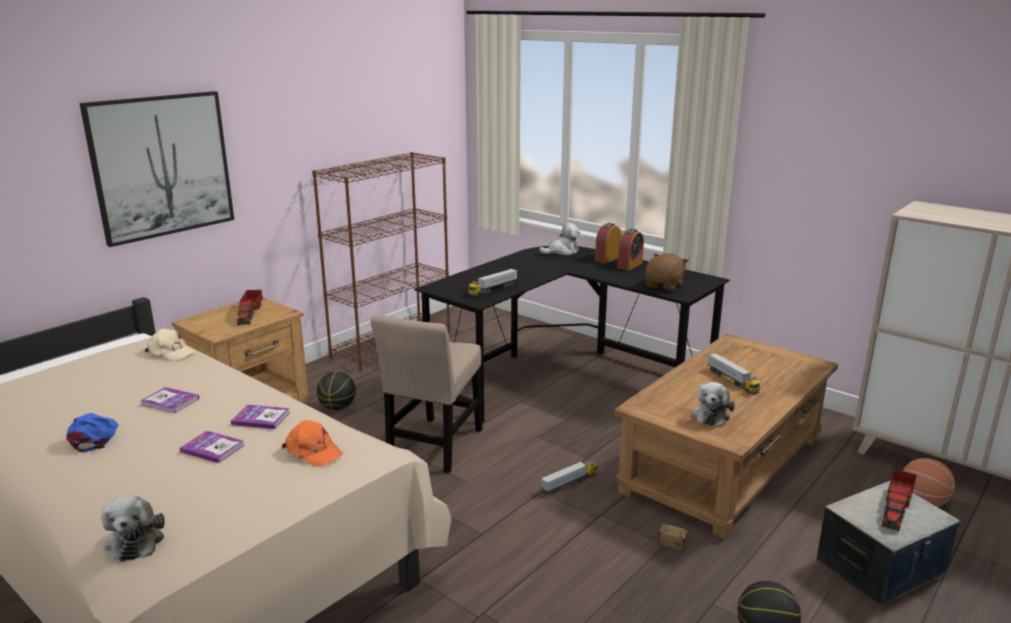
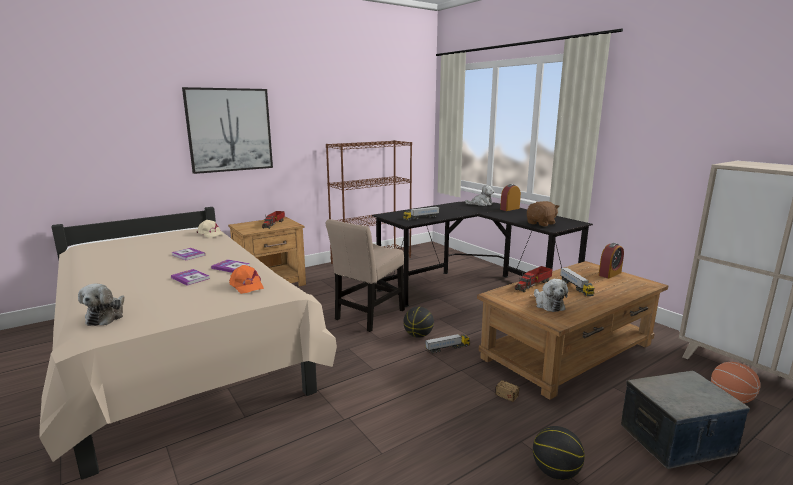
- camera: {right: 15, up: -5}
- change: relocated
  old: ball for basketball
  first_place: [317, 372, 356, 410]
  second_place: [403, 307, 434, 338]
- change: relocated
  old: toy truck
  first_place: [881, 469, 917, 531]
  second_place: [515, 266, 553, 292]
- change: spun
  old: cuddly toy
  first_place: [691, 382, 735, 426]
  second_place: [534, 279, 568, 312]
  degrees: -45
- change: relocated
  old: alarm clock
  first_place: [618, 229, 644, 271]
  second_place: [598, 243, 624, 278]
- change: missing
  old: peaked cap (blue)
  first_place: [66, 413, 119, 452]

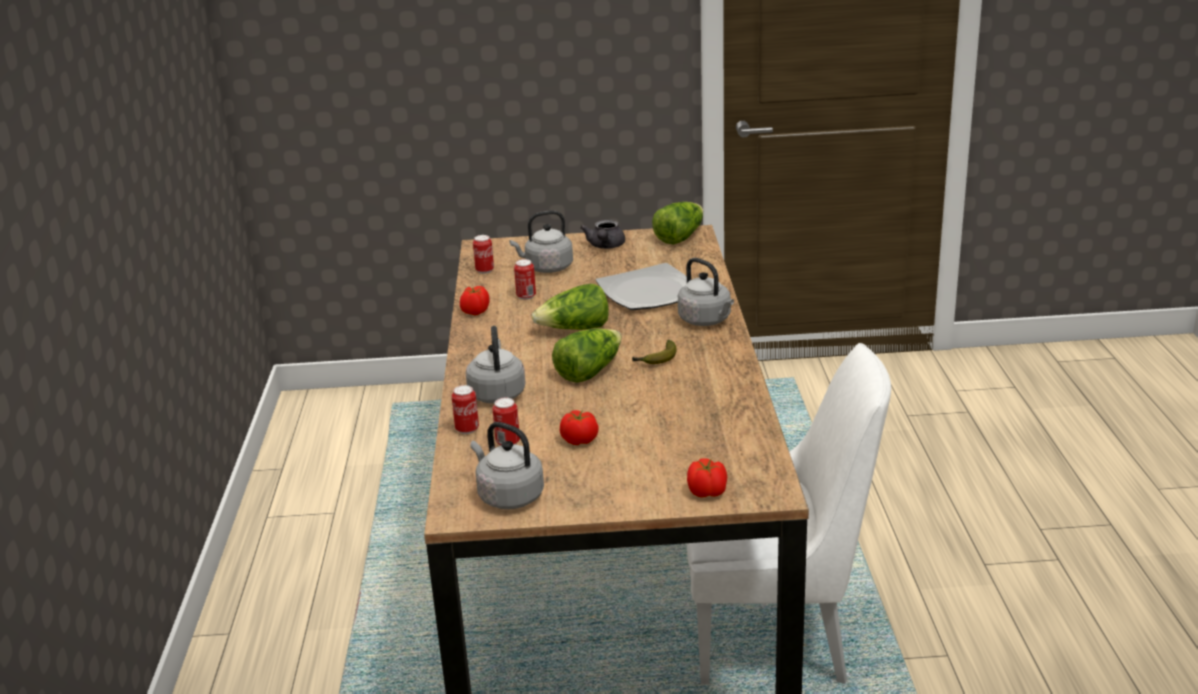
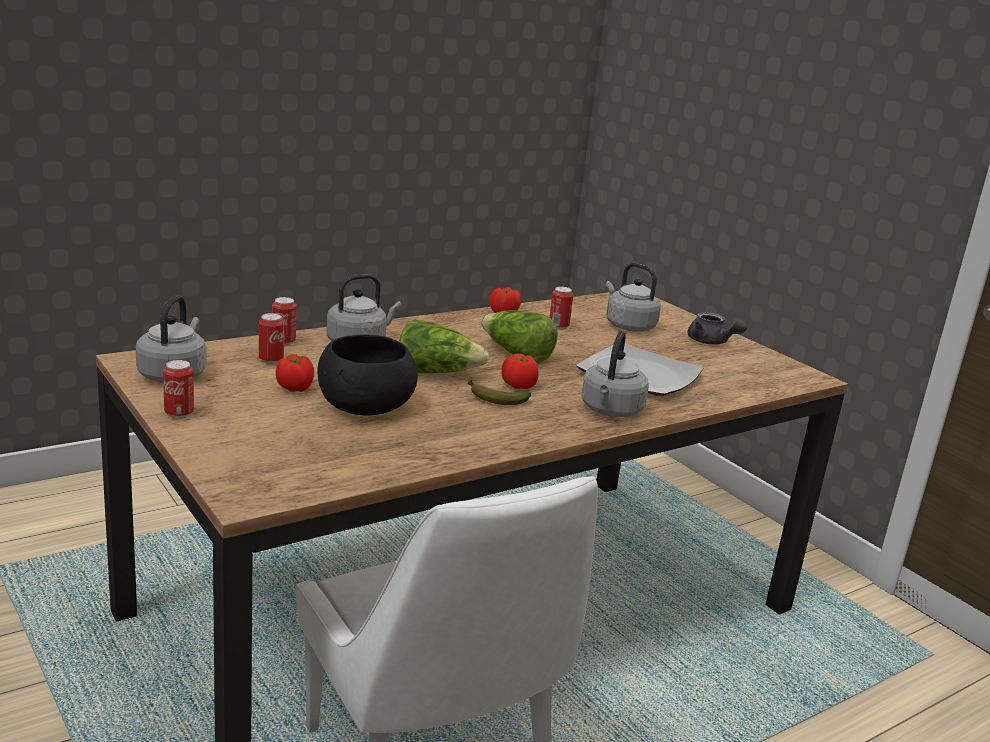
- camera: {right: 55, up: -5}
- change: relocated
  old: sealed can
  first_place: [473, 235, 494, 274]
  second_place: [163, 360, 194, 419]
- change: appeared
  new: serving bowl (blackish)
  second_place: [317, 335, 418, 416]
- change: relocated
  old: whole tomato
  first_place: [687, 458, 727, 497]
  second_place: [501, 353, 539, 389]
- change: spun
  old: teapot (gray)
  first_place: [580, 220, 625, 249]
  second_place: [687, 312, 748, 345]
  degrees: -105
- change: missing
  old: lettuce
  first_place: [652, 202, 703, 244]

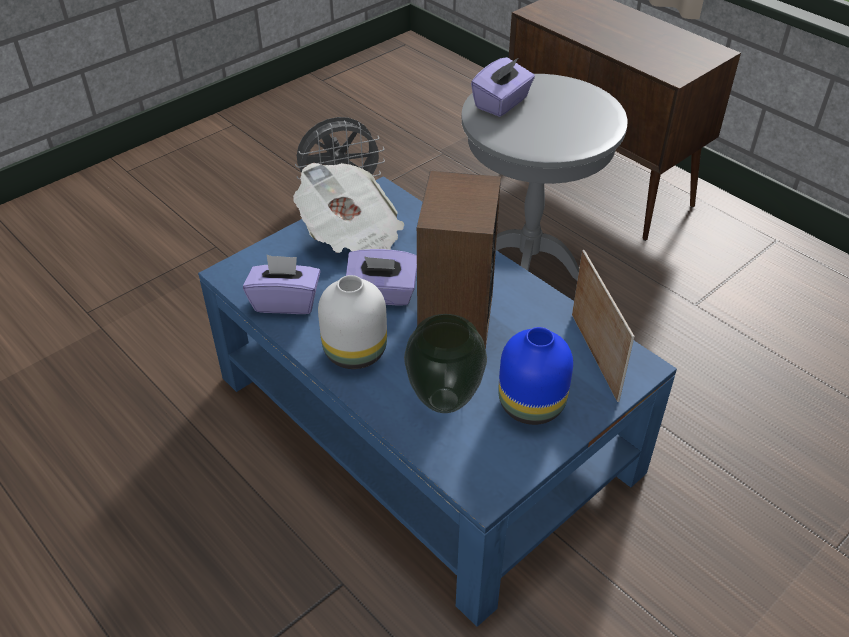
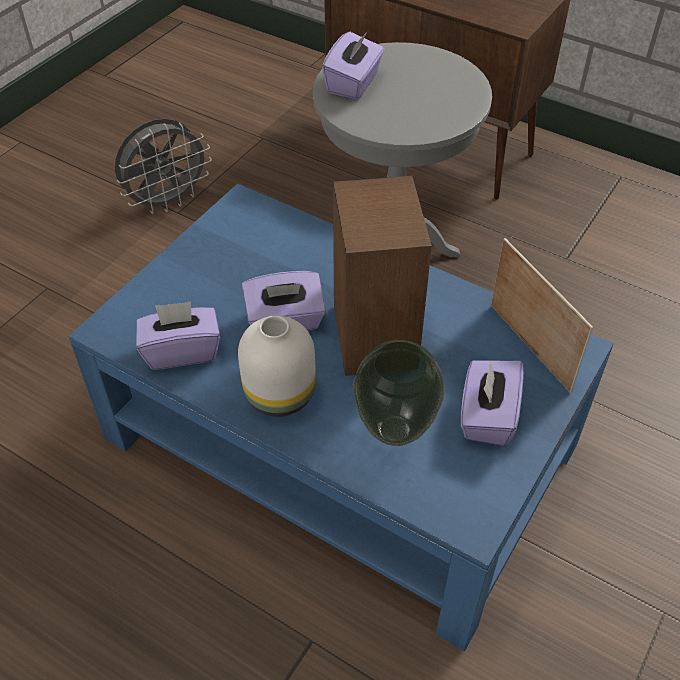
- camera: {right: -15, up: 5}
- change: exchanged
  old: flower vase (blue)
  new: tissue box (purple-coloured)
  first_place: [498, 327, 573, 425]
  second_place: [461, 360, 524, 446]
- change: missing
  old: newspaper
  first_place: [293, 163, 405, 253]

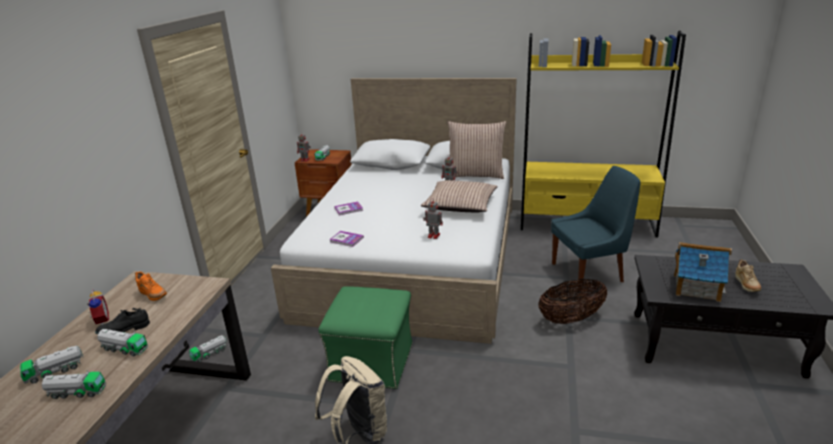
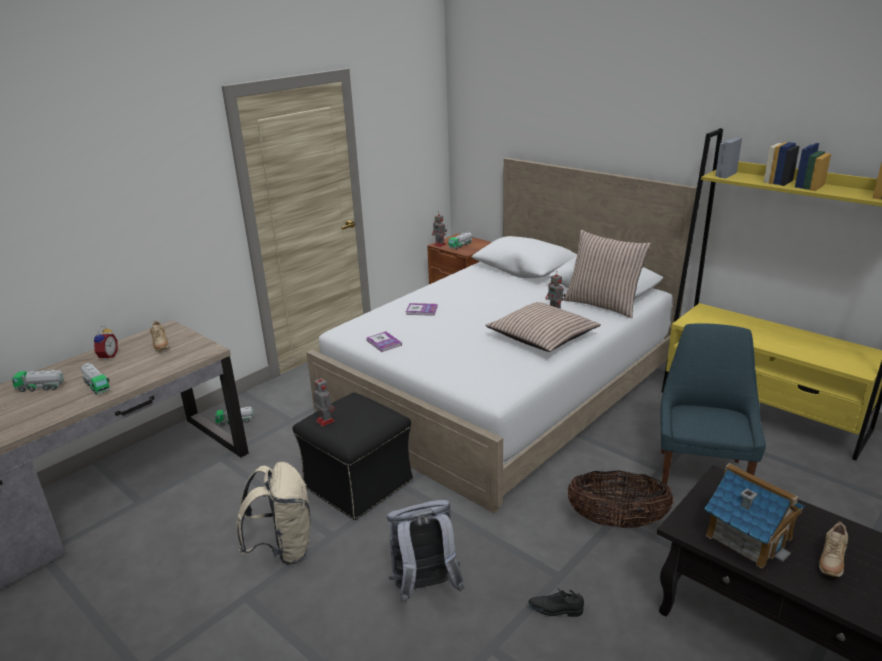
- camera: {right: 30, up: 0}
- change: colour
  old: low shoe (orange-coloured)
  new: low shoe (beige-coloured)
  first_place: [135, 272, 167, 301]
  second_place: [150, 321, 170, 352]
- change: colour
  old: ottoman (green)
  new: ottoman (blackish)
  first_place: [318, 286, 413, 389]
  second_place: [293, 392, 413, 520]
- change: relocated
  old: toy robot
  first_place: [423, 199, 443, 239]
  second_place: [313, 377, 335, 427]
- change: appeared
  new: rucksack (gray)
  second_place: [387, 500, 464, 603]
- change: relocated
  old: low shoe (blackish)
  first_place: [95, 308, 150, 334]
  second_place: [528, 588, 584, 617]
- change: spun
  old: plain chair (blue)
  first_place: [551, 166, 641, 284]
  second_place: [660, 323, 766, 484]
  degrees: -90
- change: missing
  old: toy truck
  first_place: [42, 370, 106, 399]

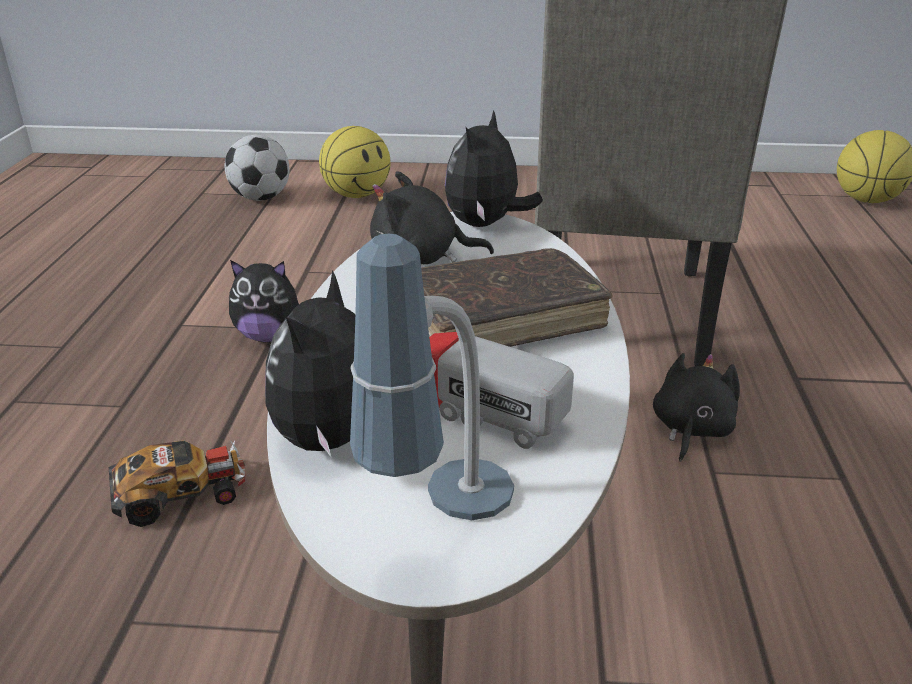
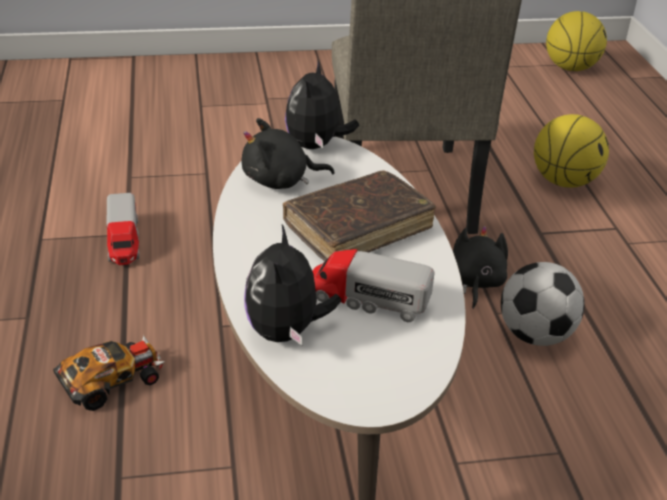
- camera: {right: -15, up: 5}
- change: exchanged
  old: cuddly toy
  new: toy truck
  first_place: [229, 260, 299, 342]
  second_place: [107, 193, 139, 265]
- change: relocated
  old: football
  first_place: [225, 134, 290, 201]
  second_place: [501, 262, 584, 346]
- change: relocated
  old: ball for basketball
  first_place: [319, 126, 391, 198]
  second_place: [534, 114, 609, 188]
- change: missing
  old: table lamp
  first_place: [350, 234, 514, 520]

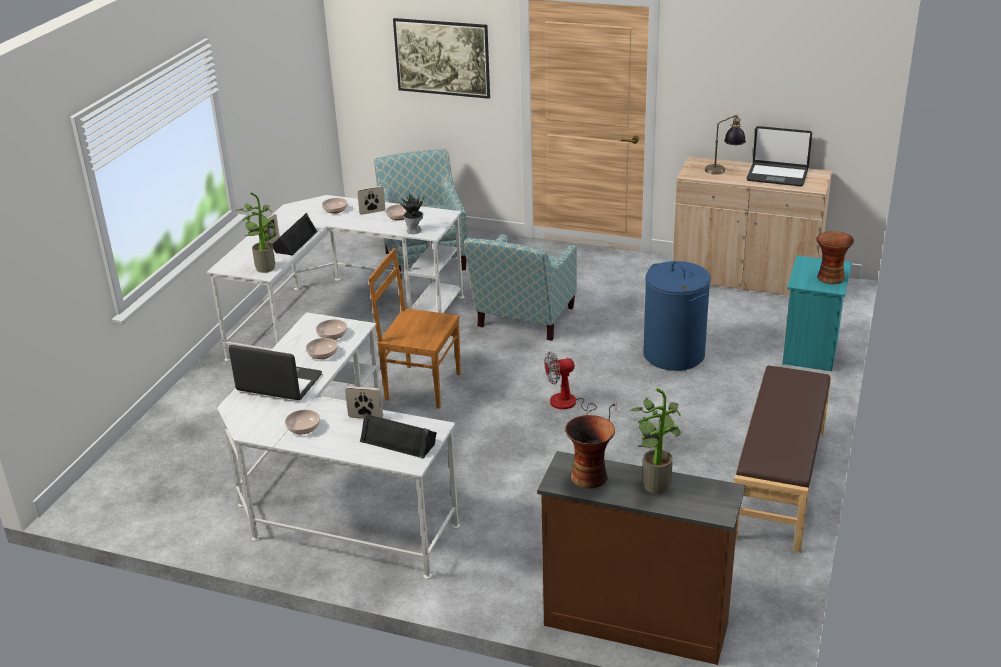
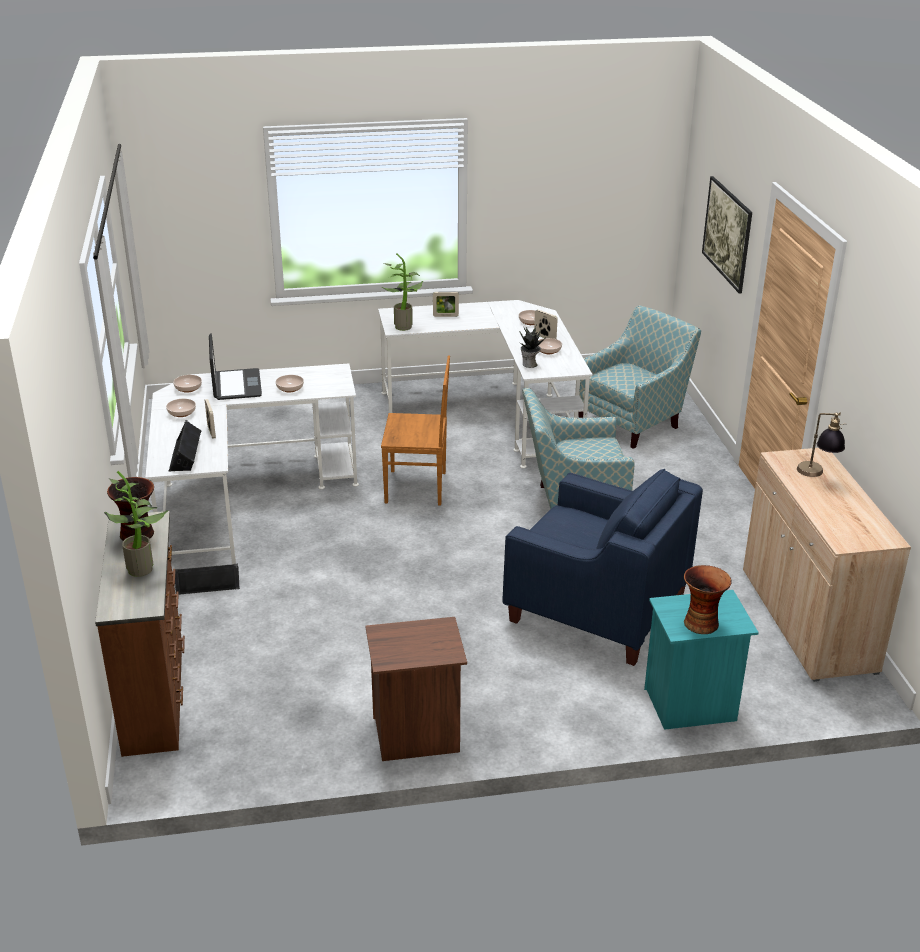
- camera: {right: 60, up: 0}
- change: relocated
  old: serving bowl
  first_place: [316, 319, 347, 340]
  second_place: [173, 375, 202, 393]
- change: relocated
  old: speaker (blackish)
  first_place: [272, 213, 318, 256]
  second_place: [175, 564, 240, 595]
- change: exchanged
  old: bench (brownish)
  new: night table (brownish)
  first_place: [734, 366, 831, 552]
  second_place: [365, 617, 467, 761]
- change: spun
  old: plain chair (brownish)
  first_place: [368, 248, 461, 409]
  second_place: [381, 356, 450, 505]
  degrees: 105
- change: exchanged
  old: hamper (blue)
  new: easy chair (blue)
  first_place: [643, 261, 711, 371]
  second_place: [502, 469, 703, 666]
- change: missing
  old: electric fan
  first_place: [544, 352, 616, 420]
- change: missing
  old: portable computer
  first_place: [747, 126, 812, 186]

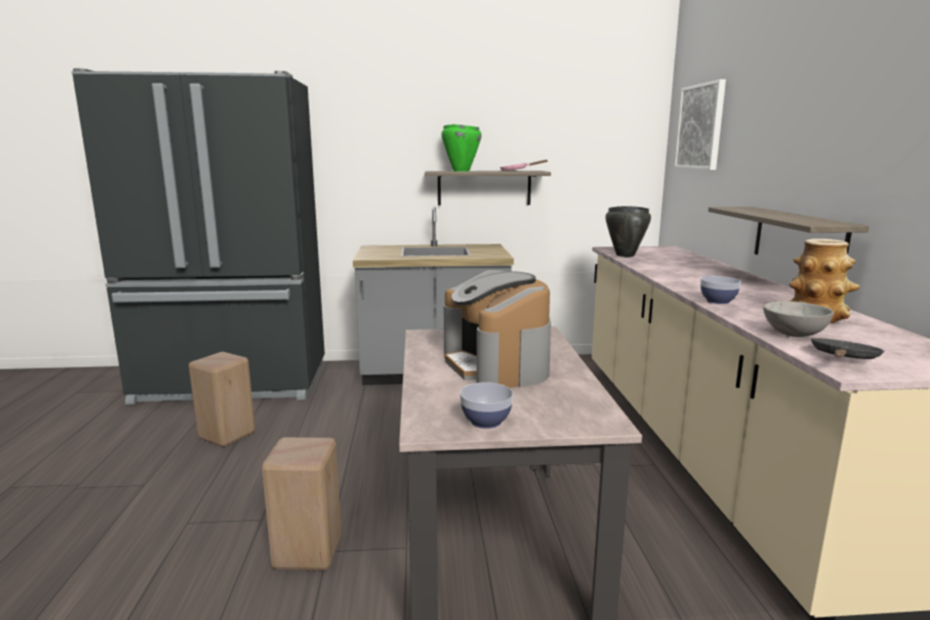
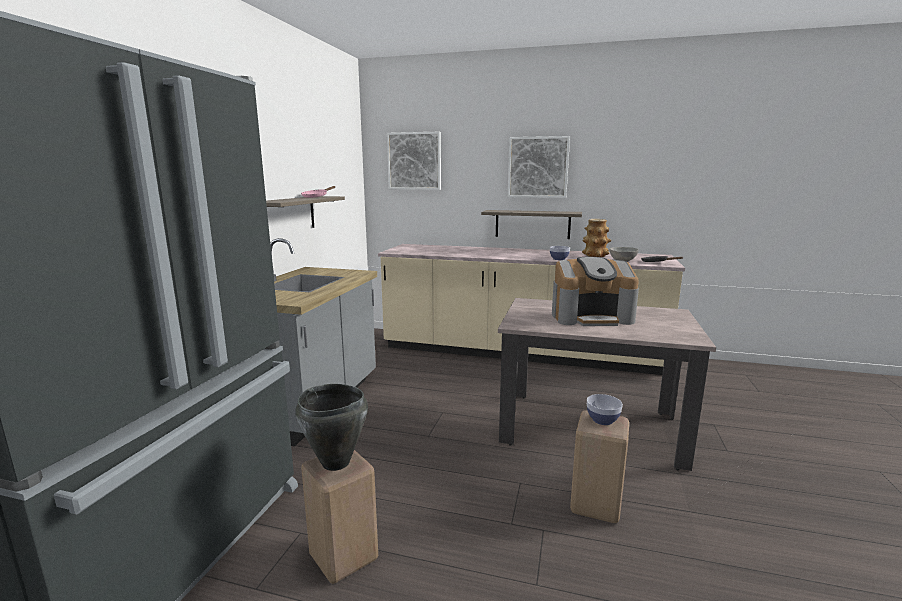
- camera: {right: -70, up: 0}
- change: relocated
  old: saucepot (blackish)
  first_place: [605, 206, 651, 257]
  second_place: [295, 384, 368, 471]
- change: appeared
  new: picture
  second_place: [508, 136, 570, 198]
- change: relocated
  old: serving bowl
  first_place: [460, 382, 513, 429]
  second_place: [587, 394, 623, 425]
- change: missing
  old: saucepot (green)
  first_place: [441, 124, 481, 172]

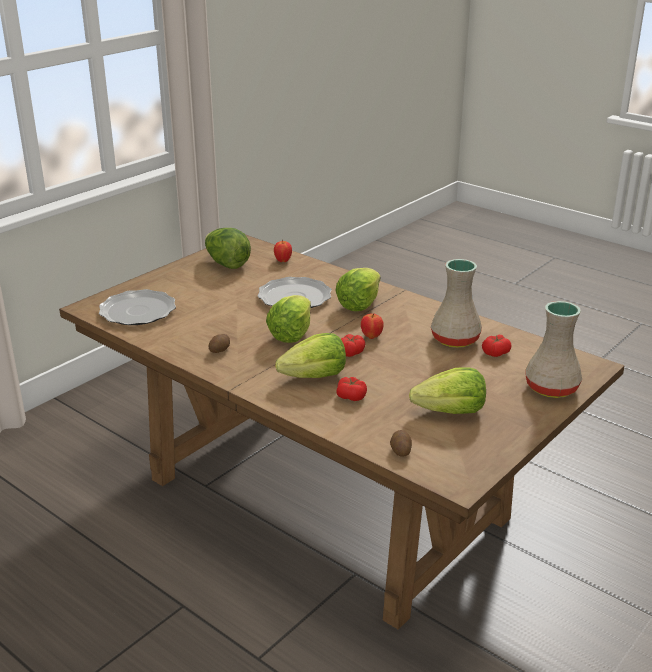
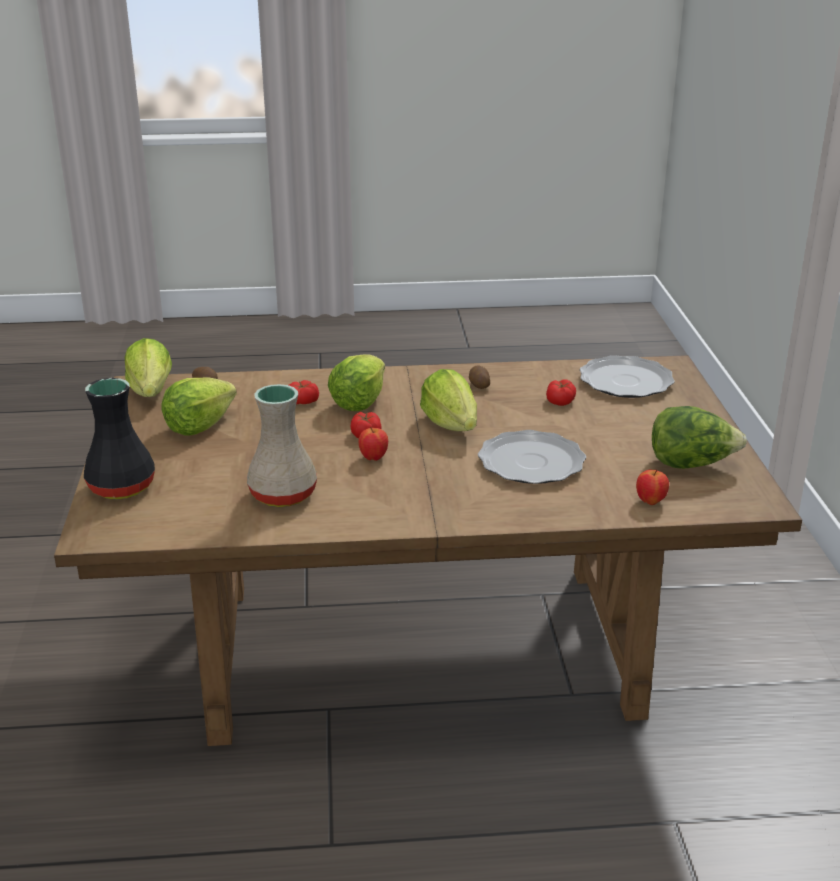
- camera: {right: 135, up: 0}
- change: colour
  old: flower vase (beige-coloured)
  new: flower vase (blackish)
  first_place: [525, 301, 582, 398]
  second_place: [84, 378, 155, 499]
- change: relocated
  old: lettuce
  first_place: [335, 268, 381, 311]
  second_place: [125, 338, 172, 397]
- change: relocated
  old: whole tomato
  first_place: [482, 335, 512, 357]
  second_place: [546, 379, 576, 406]

